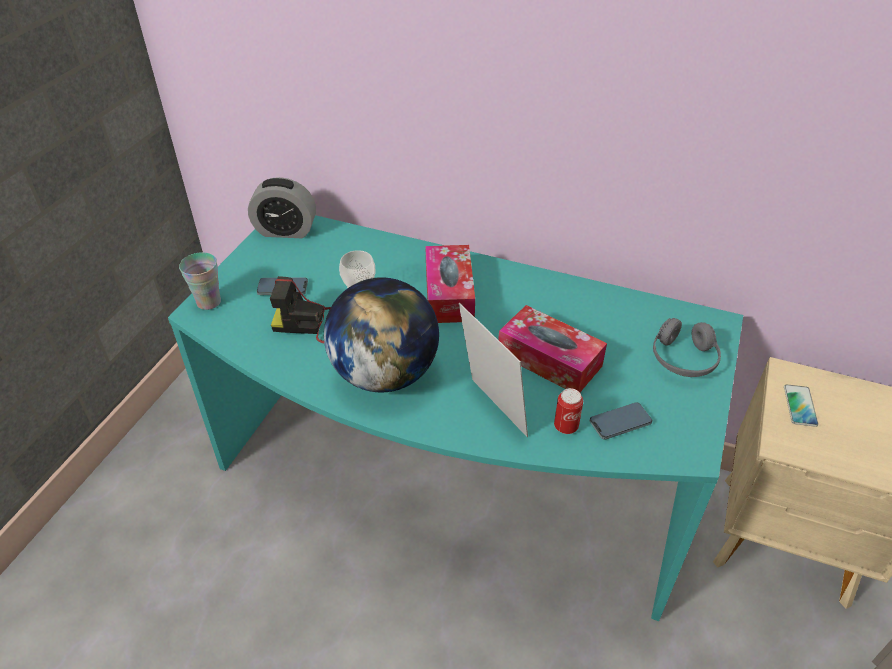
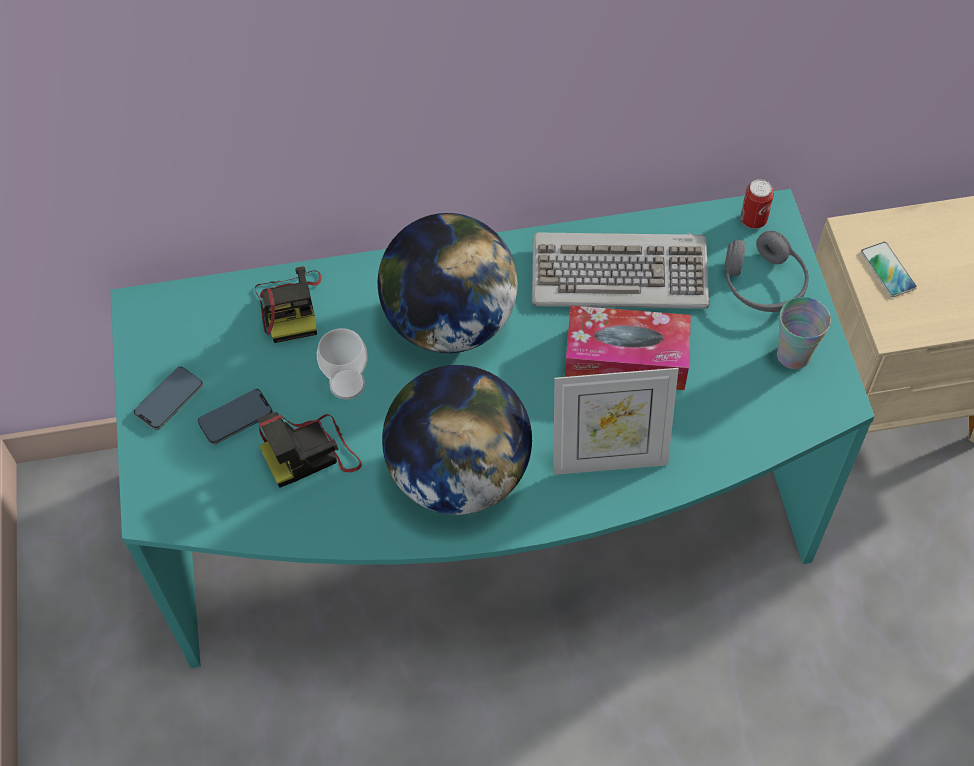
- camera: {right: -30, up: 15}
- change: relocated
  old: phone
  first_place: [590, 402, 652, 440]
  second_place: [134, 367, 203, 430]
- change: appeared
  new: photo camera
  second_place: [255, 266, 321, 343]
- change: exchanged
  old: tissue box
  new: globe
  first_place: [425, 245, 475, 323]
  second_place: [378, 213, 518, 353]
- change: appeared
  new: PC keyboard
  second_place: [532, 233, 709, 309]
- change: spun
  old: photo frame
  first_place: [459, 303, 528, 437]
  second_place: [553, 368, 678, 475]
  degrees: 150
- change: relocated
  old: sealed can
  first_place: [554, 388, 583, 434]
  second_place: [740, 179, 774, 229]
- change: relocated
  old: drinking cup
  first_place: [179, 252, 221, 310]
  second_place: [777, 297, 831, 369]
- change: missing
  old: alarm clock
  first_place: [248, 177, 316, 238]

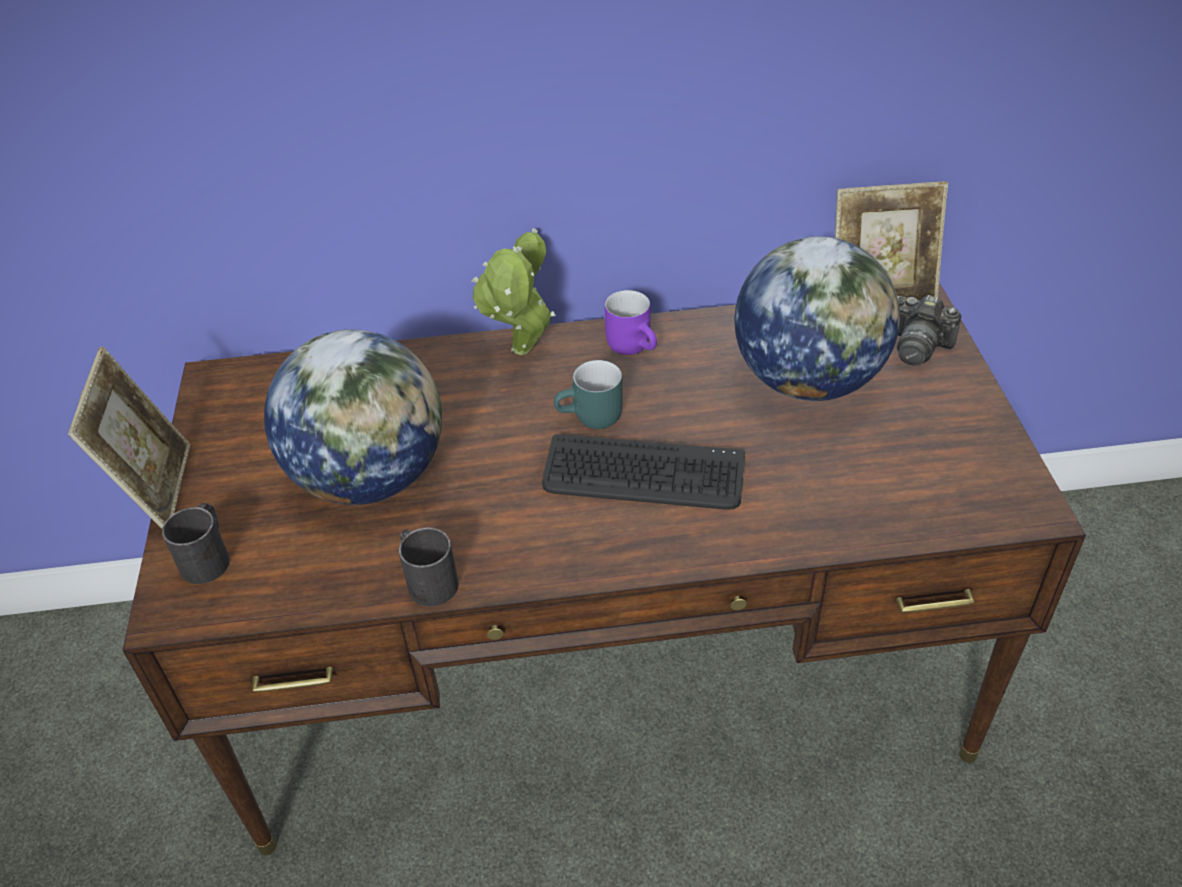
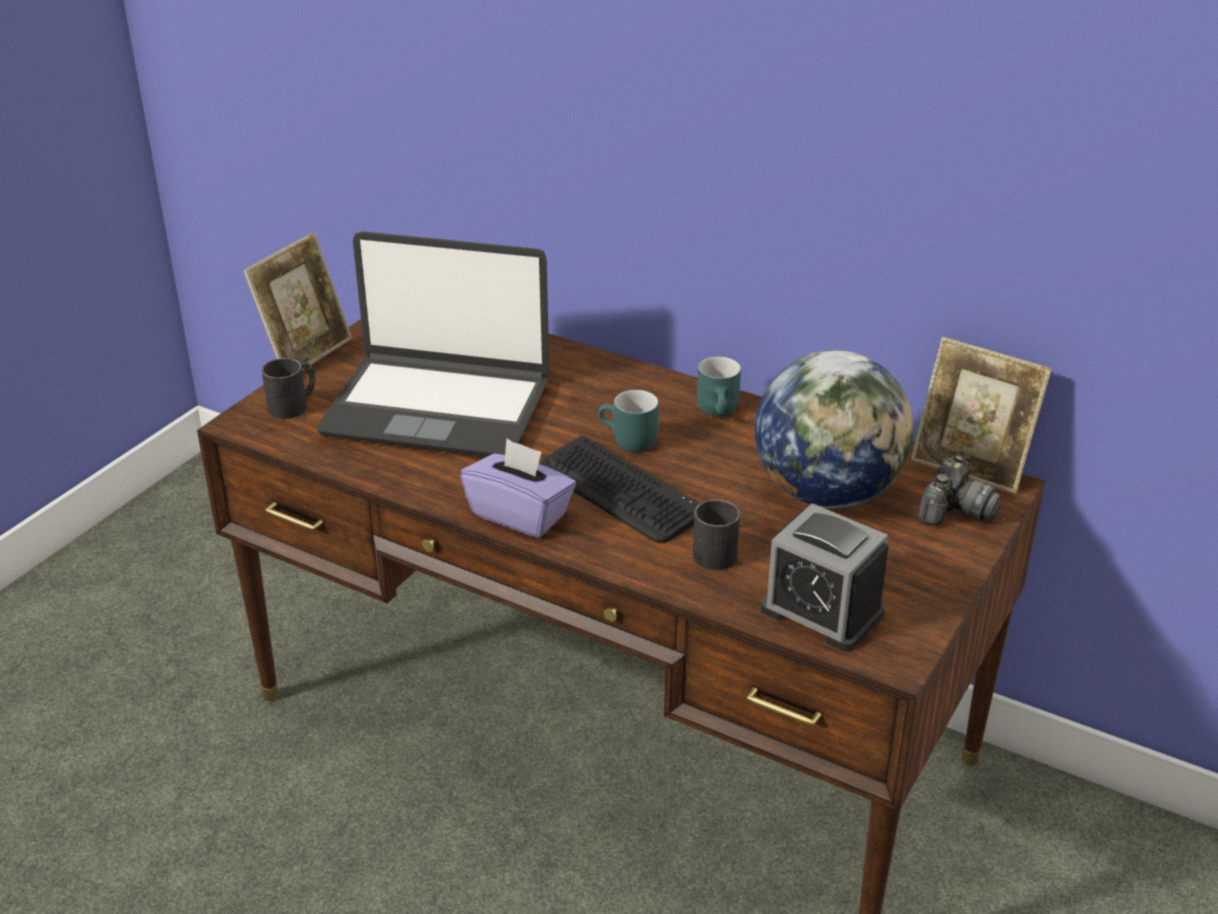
- camera: {right: 35, up: -10}
- change: exchanged
  old: globe
  new: portable computer
  first_place: [264, 329, 442, 505]
  second_place: [317, 232, 550, 457]
- change: appeared
  new: tissue box (purple-coloured)
  second_place: [460, 438, 576, 538]
- change: relocated
  old: mug (blackish)
  first_place: [399, 527, 459, 607]
  second_place: [693, 498, 740, 570]
- change: colour
  old: mug (purple-coloured)
  new: mug (turquoise-coloured)
  first_place: [604, 290, 657, 355]
  second_place: [697, 357, 741, 417]
- change: appeared
  new: alarm clock
  second_place: [761, 503, 889, 651]
- change: spun
  old: photo camera
  first_place: [897, 295, 961, 366]
  second_place: [918, 455, 1002, 526]
  degrees: -120
- change: missing
  old: houseplant
  first_place: [472, 228, 556, 355]

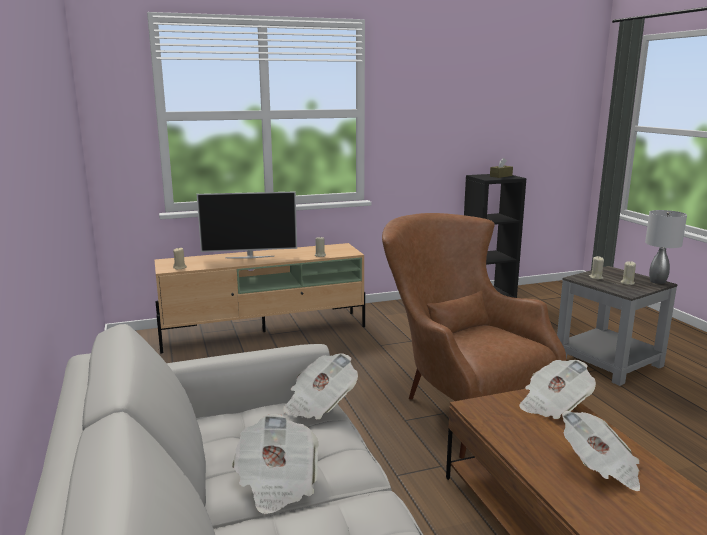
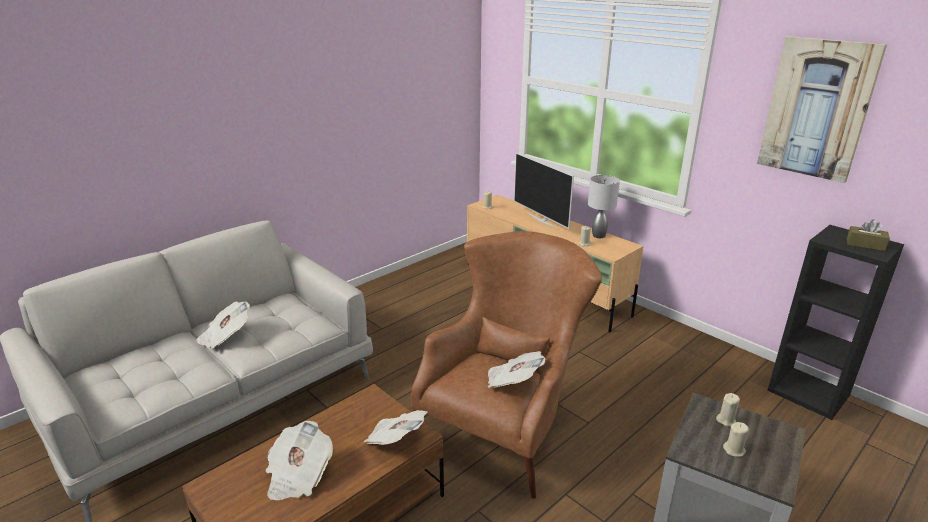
- camera: {right: 65, up: 10}
- change: relocated
  old: newspaper
  first_place: [283, 353, 358, 420]
  second_place: [488, 351, 545, 388]
- change: relocated
  old: table lamp (gray)
  first_place: [645, 210, 687, 284]
  second_place: [588, 175, 620, 238]
- change: appeared
  new: picture
  second_place: [757, 36, 887, 183]

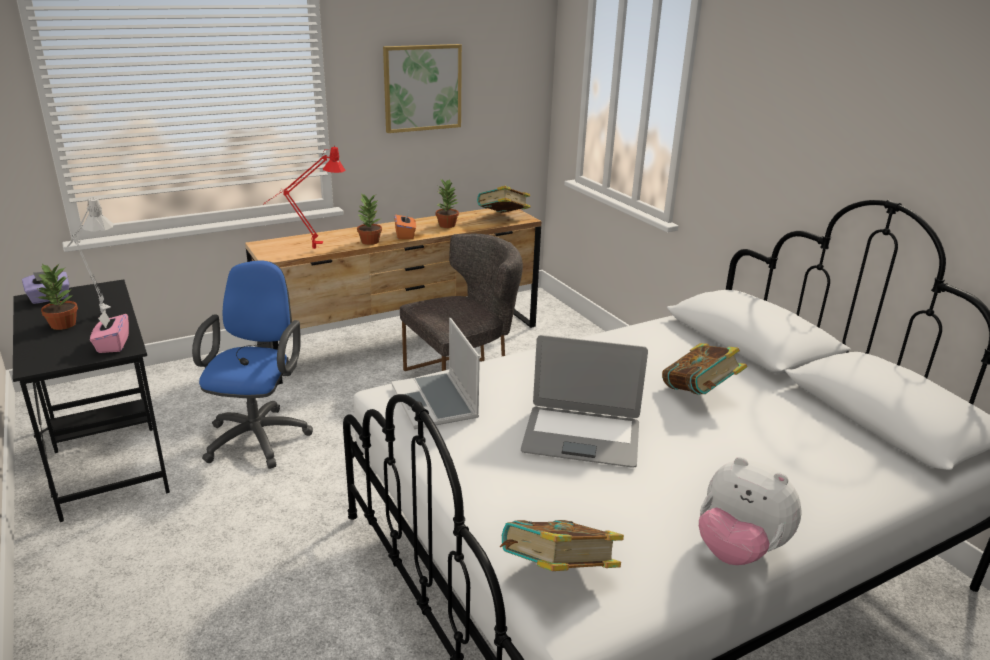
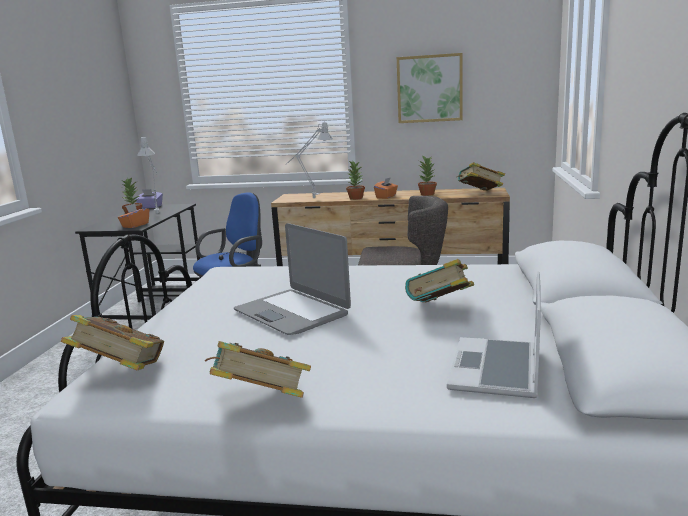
- camera: {right: 40, up: -10}
- change: colour
  old: tissue box (pink)
  new: tissue box (orange-coloured)
  first_place: [90, 310, 129, 353]
  second_place: [118, 203, 149, 228]
- change: exchanged
  old: cuddly toy
  new: volume
  first_place: [699, 457, 802, 565]
  second_place: [205, 341, 311, 398]
- change: colour
  old: table lamp (red)
  new: table lamp (gray)
  first_place: [263, 146, 346, 249]
  second_place: [286, 121, 333, 198]
- change: relocated
  old: portable computer
  first_place: [391, 318, 480, 429]
  second_place: [447, 272, 541, 398]

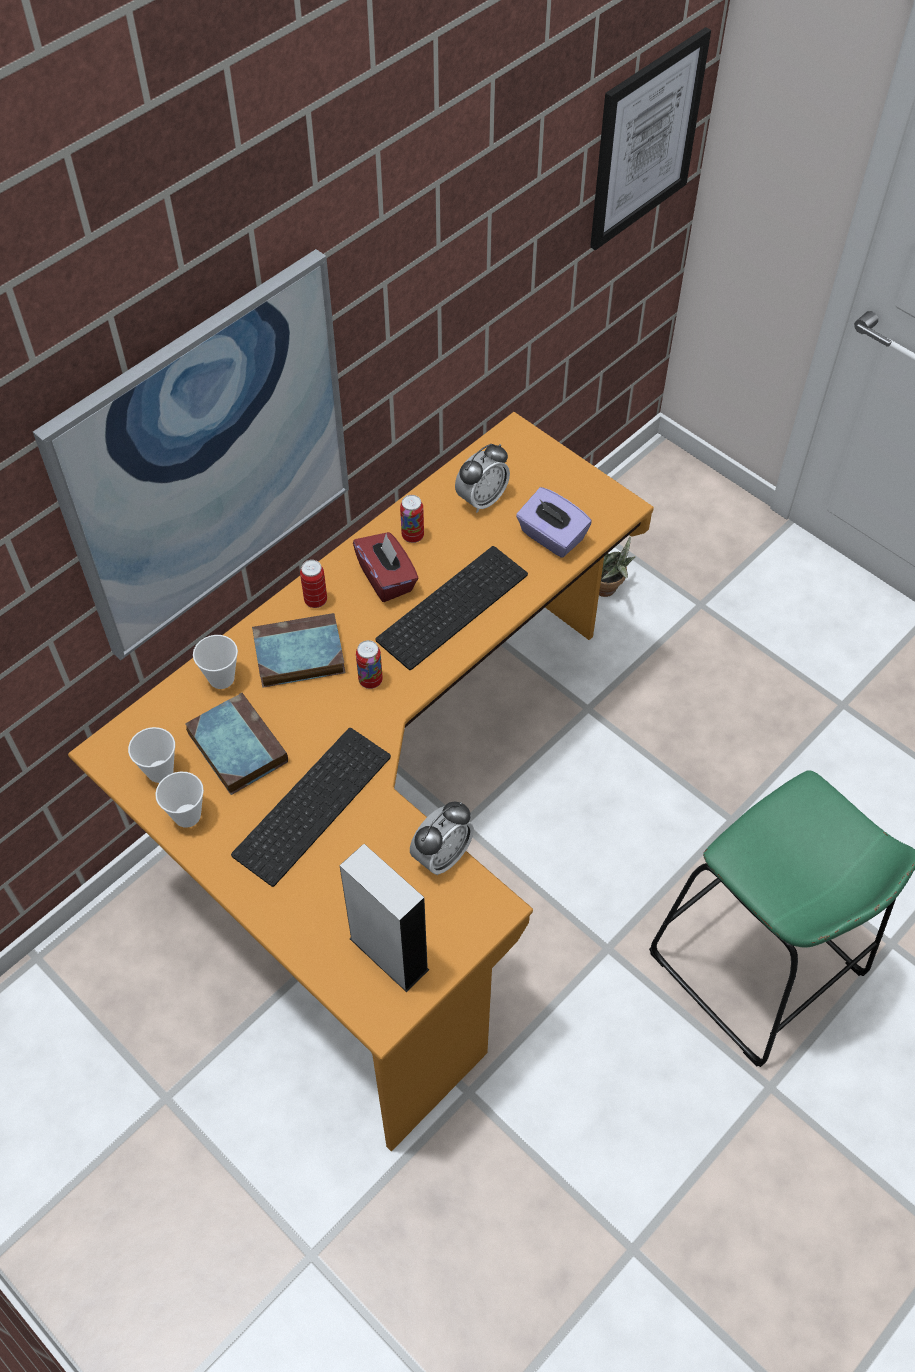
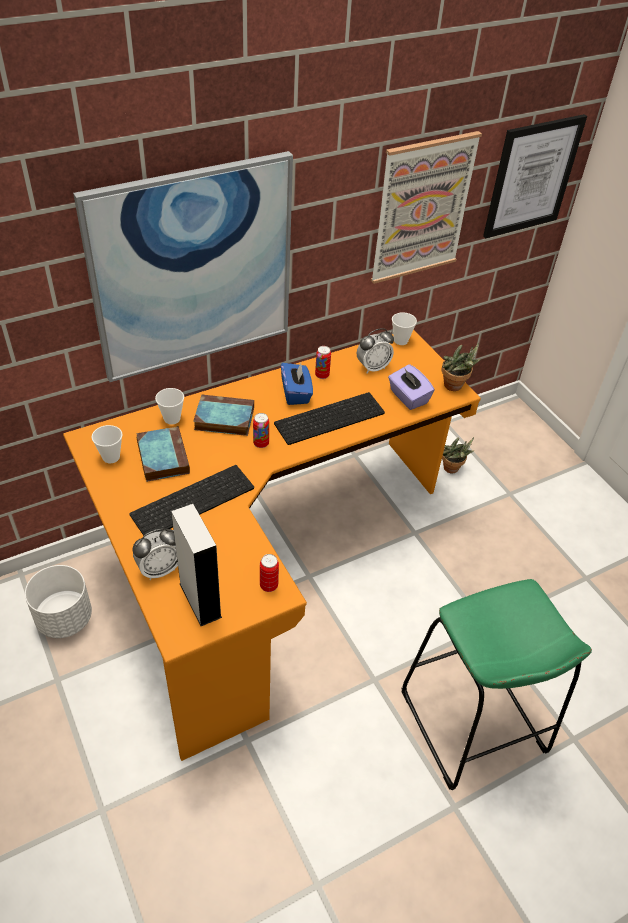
- camera: {right: 15, up: -10}
- change: appeared
  new: plant pot (white)
  second_place: [25, 565, 92, 638]
- change: relocated
  old: alarm clock
  first_place: [410, 802, 474, 875]
  second_place: [132, 528, 178, 580]
- change: relocated
  old: sealed can
  first_place: [300, 560, 327, 608]
  second_place: [260, 554, 279, 592]
- change: colour
  old: tissue box (red)
  new: tissue box (blue)
  first_place: [353, 532, 419, 602]
  second_place: [281, 363, 313, 405]
- change: appeared
  new: picture
  second_place: [371, 131, 482, 284]
- change: relocated
  old: drinking cup
  first_place: [155, 771, 204, 828]
  second_place: [392, 312, 417, 345]
- change: appeared
  new: houseplant
  second_place: [442, 343, 481, 391]

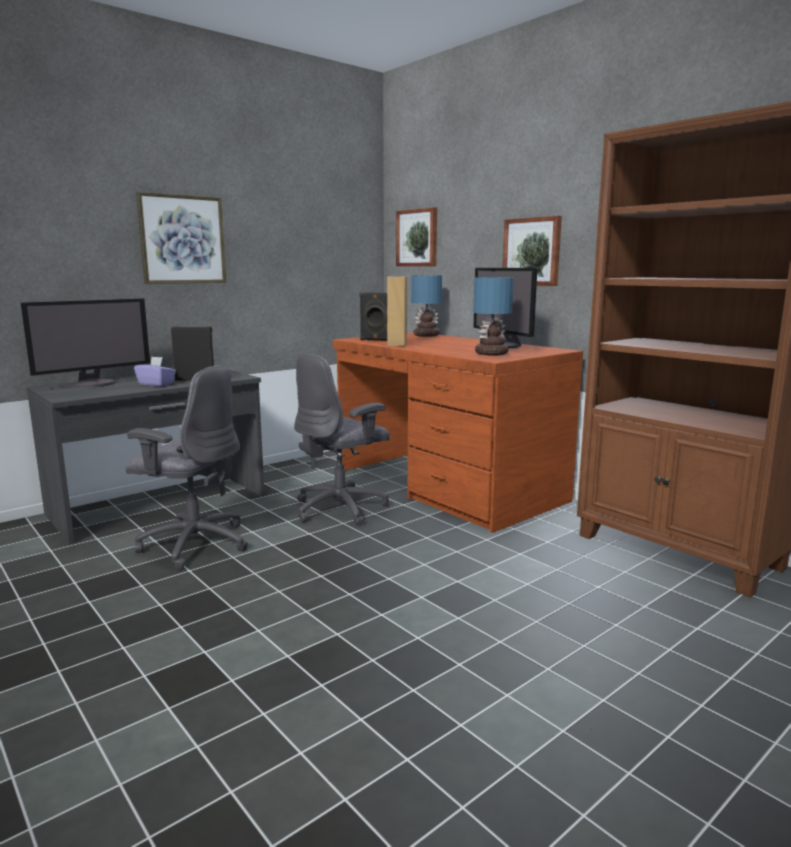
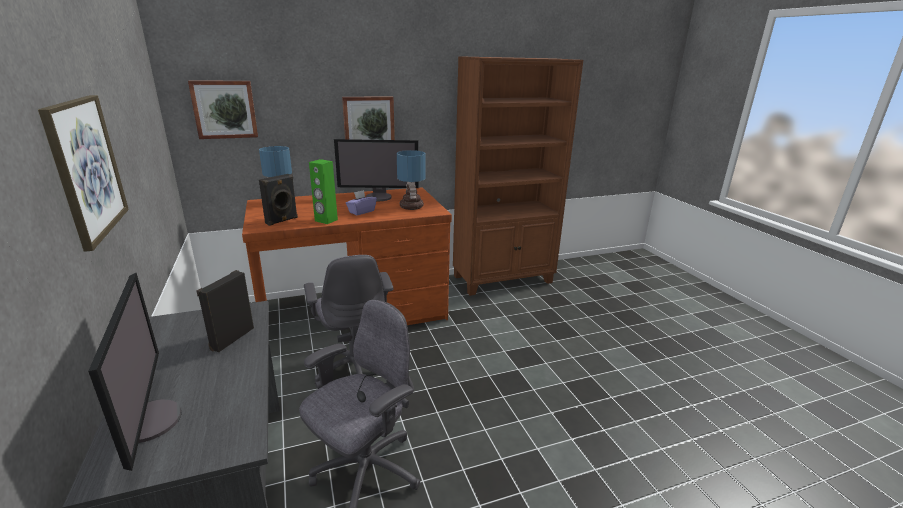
- camera: {right: -70, up: 10}
- change: colour
  old: speaker (brownish)
  new: speaker (green)
  first_place: [387, 276, 407, 346]
  second_place: [309, 159, 338, 224]
- change: relocated
  old: tissue box (purple-coloured)
  first_place: [134, 357, 176, 386]
  second_place: [346, 190, 377, 215]

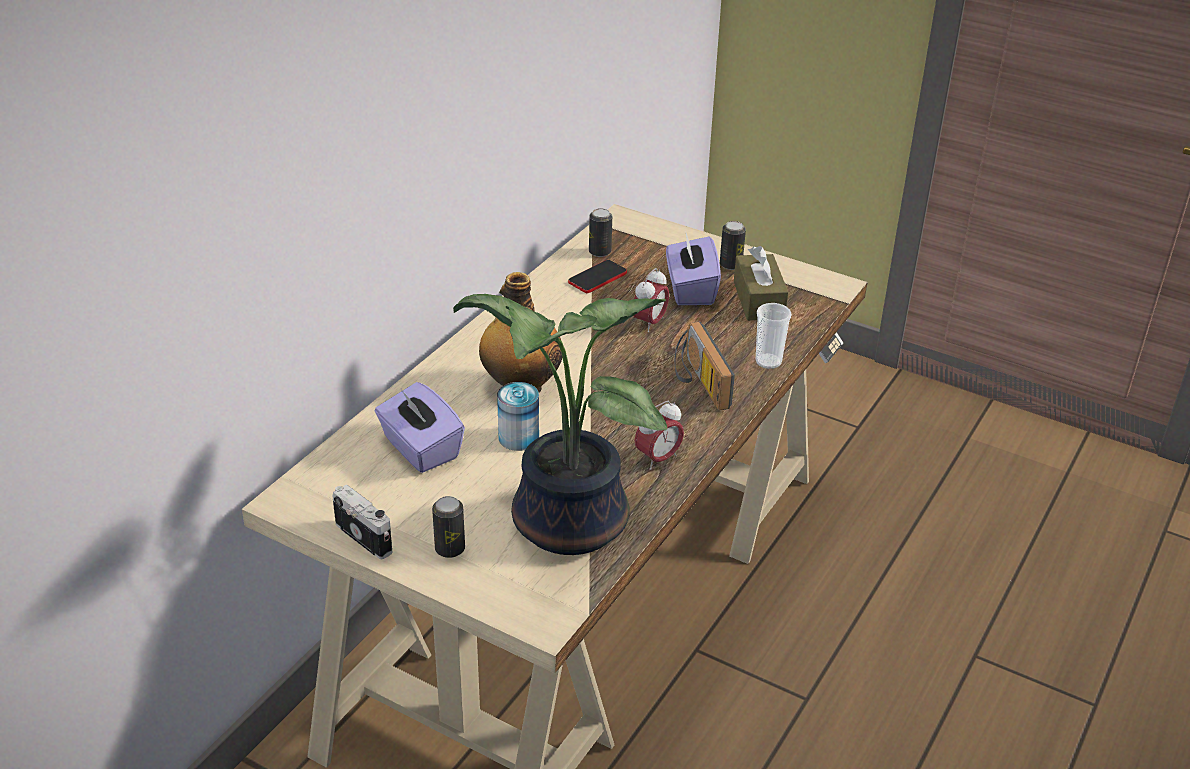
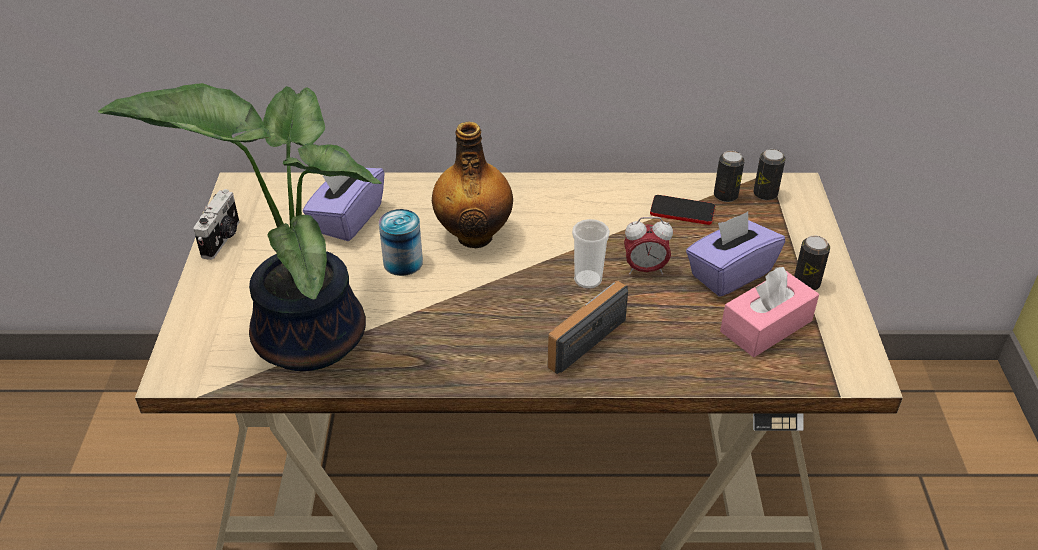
- camera: {right: 60, up: 5}
- change: relocated
  old: drinking cup
  first_place: [756, 303, 792, 369]
  second_place: [572, 219, 610, 289]
- change: colour
  old: tissue box (brownish)
  new: tissue box (pink)
  first_place: [734, 246, 789, 321]
  second_place: [720, 267, 819, 357]
- change: relocated
  old: sealed can
  first_place: [432, 496, 465, 558]
  second_place: [753, 149, 785, 200]
- change: missing
  old: alarm clock
  first_place: [634, 401, 684, 470]

